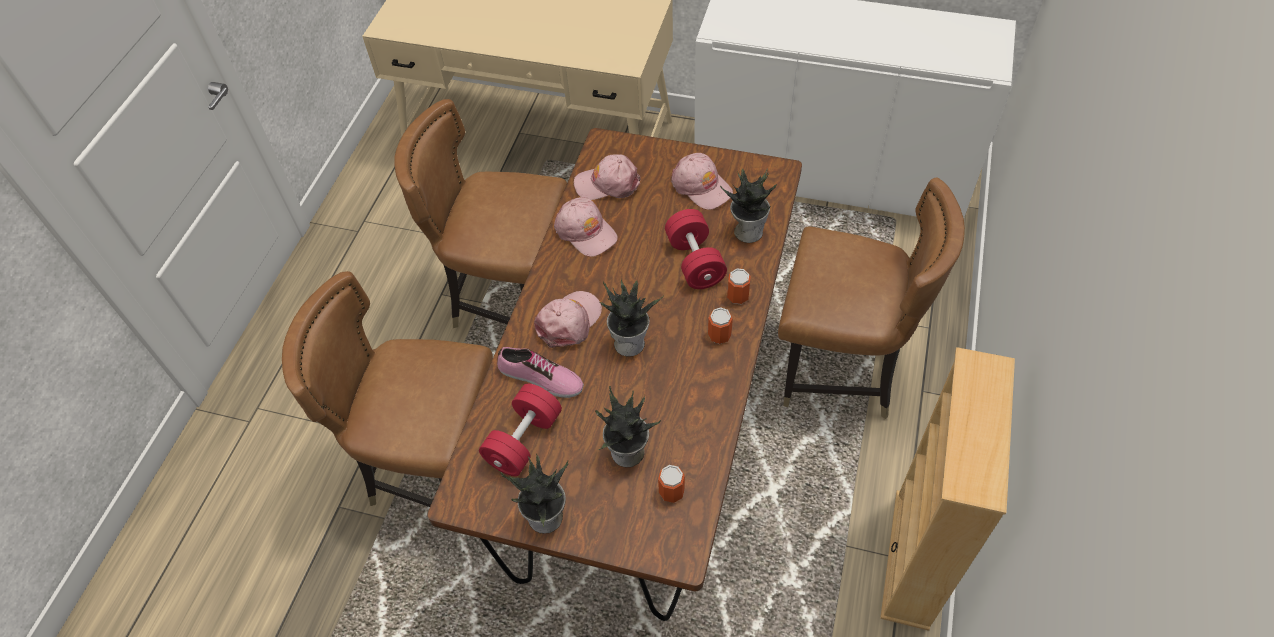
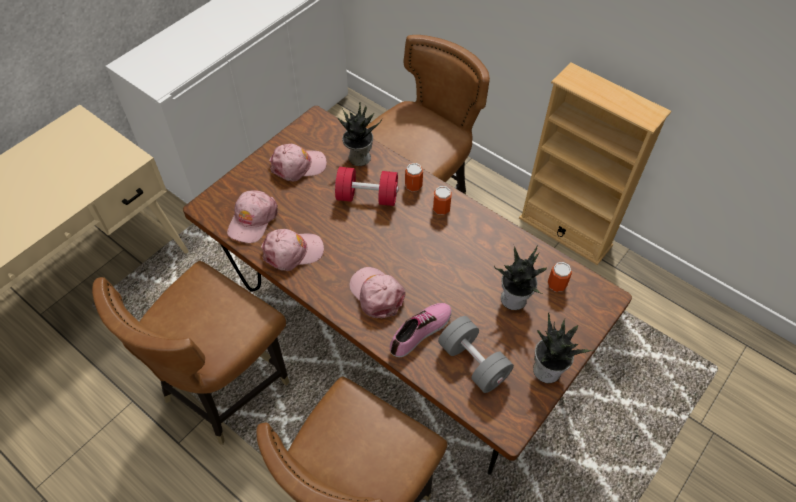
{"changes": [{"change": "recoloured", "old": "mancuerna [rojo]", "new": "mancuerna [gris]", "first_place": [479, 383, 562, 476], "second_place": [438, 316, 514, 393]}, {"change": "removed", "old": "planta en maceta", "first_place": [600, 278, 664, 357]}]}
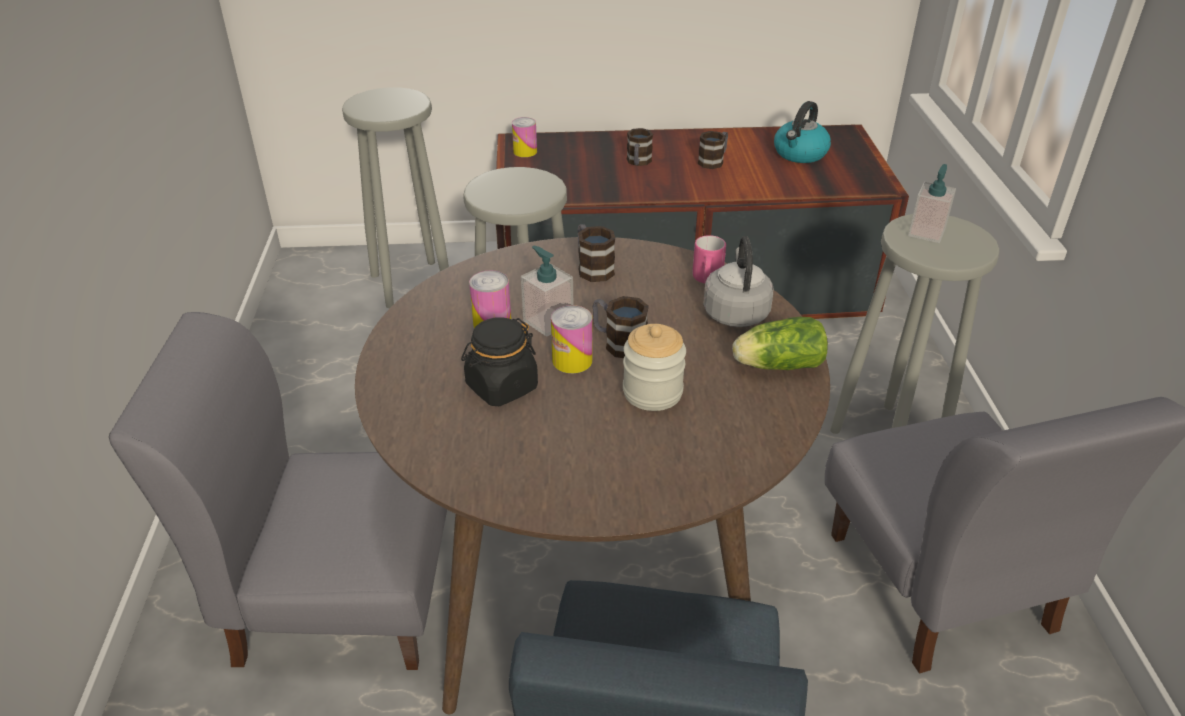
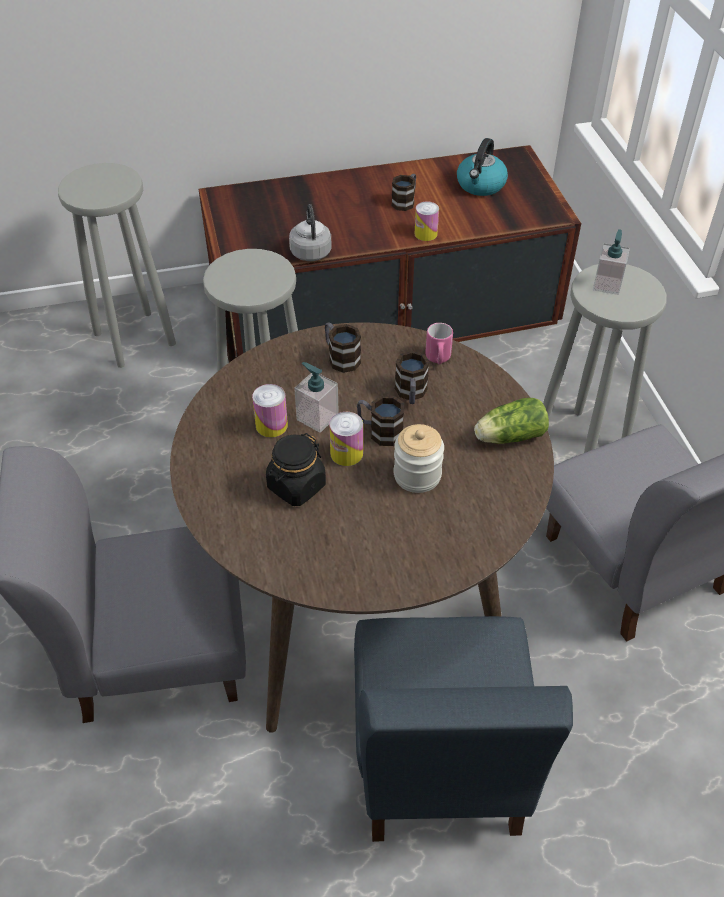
{"changes": [{"change": "moved", "old": "hervidor [gris]", "first_place": [703, 236, 773, 327], "second_place": [289, 204, 331, 261]}, {"change": "moved", "old": "taza grande", "first_place": [627, 128, 653, 166], "second_place": [395, 351, 429, 404]}, {"change": "moved", "old": "lata", "first_place": [512, 117, 537, 157], "second_place": [415, 201, 439, 241]}]}
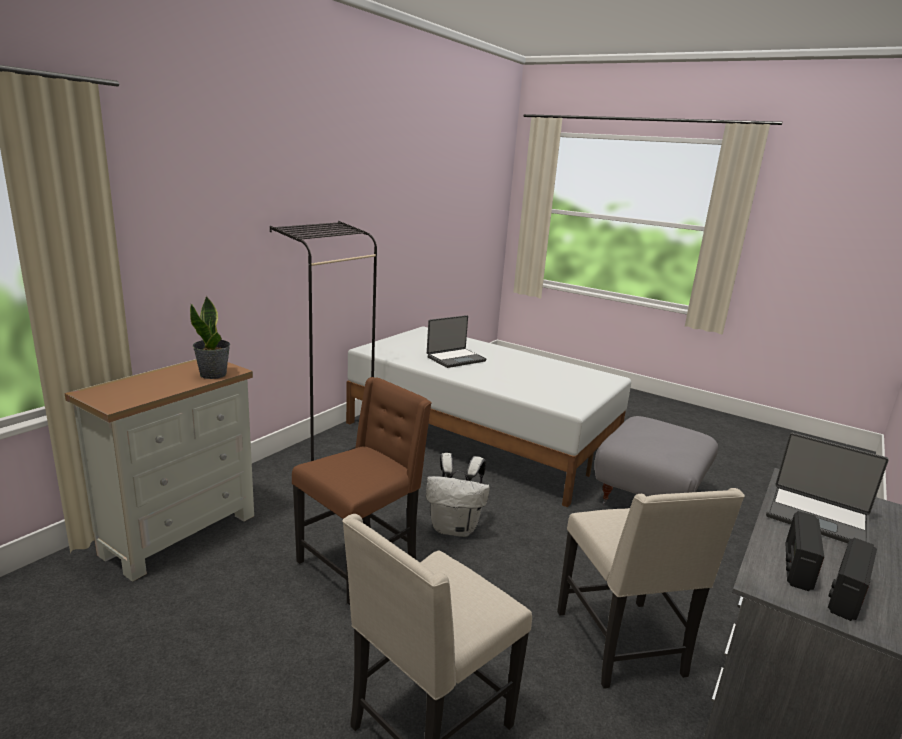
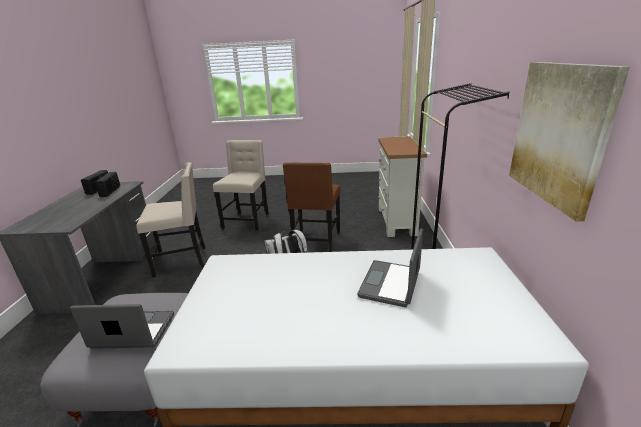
{"changes": [{"change": "moved", "old": "portátil", "first_place": [766, 433, 889, 543], "second_place": [70, 304, 174, 349]}, {"change": "turned", "old": "silla [beis]", "first_place": [557, 488, 745, 689], "second_place": [136, 162, 206, 277], "degrees": 120}, {"change": "added", "new": "cuadro", "second_place": [509, 62, 630, 221]}, {"change": "removed", "old": "planta en maceta", "first_place": [190, 296, 230, 379]}]}
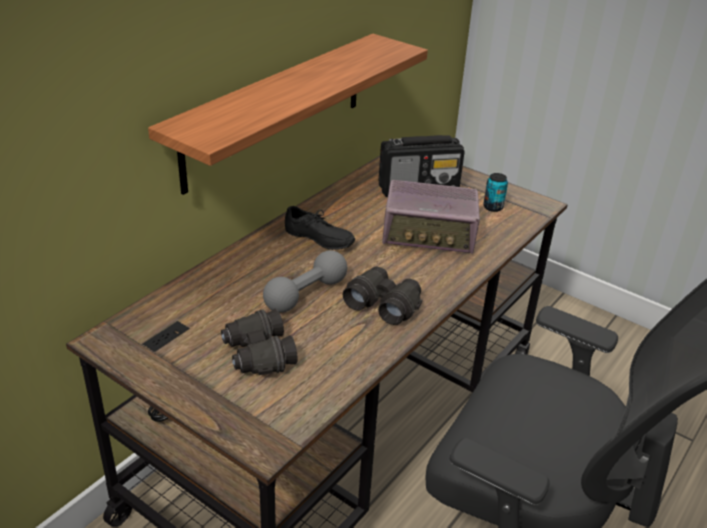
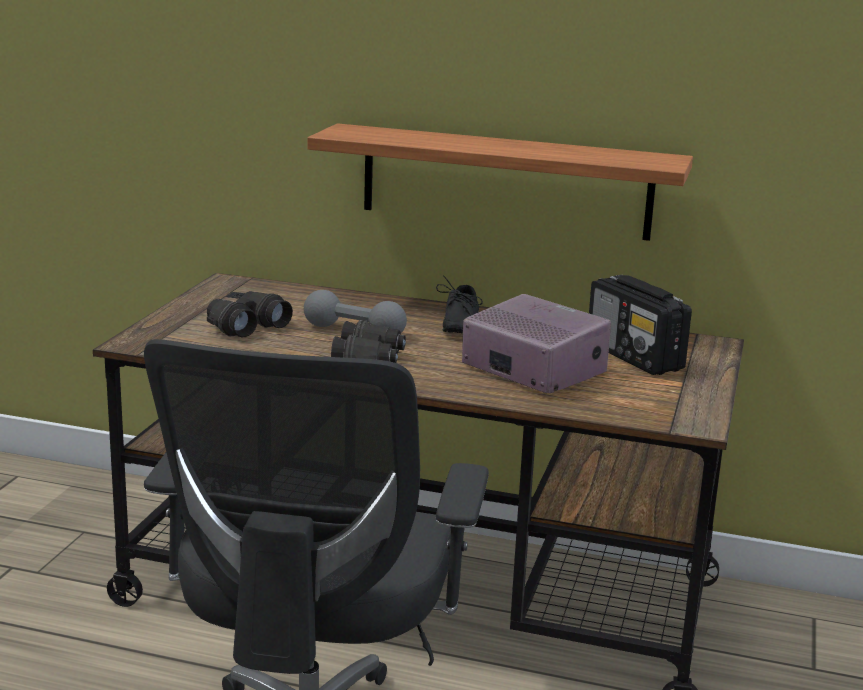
{"changes": [{"change": "turned", "old": "radio", "first_place": [382, 180, 480, 254], "second_place": [462, 294, 611, 393], "degrees": 150}, {"change": "removed", "old": "lata", "first_place": [483, 173, 508, 212]}]}
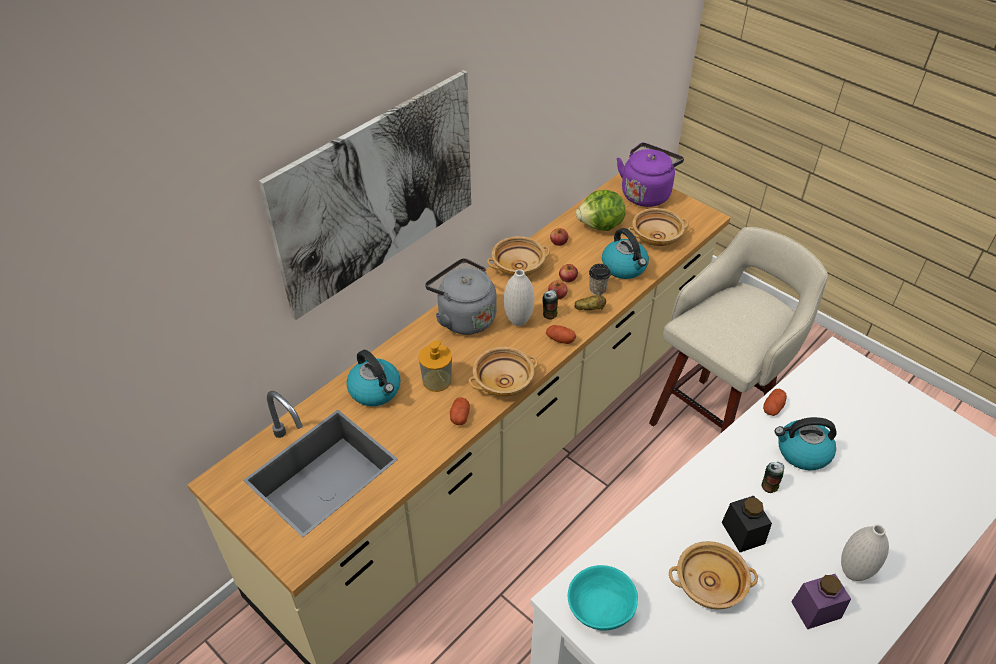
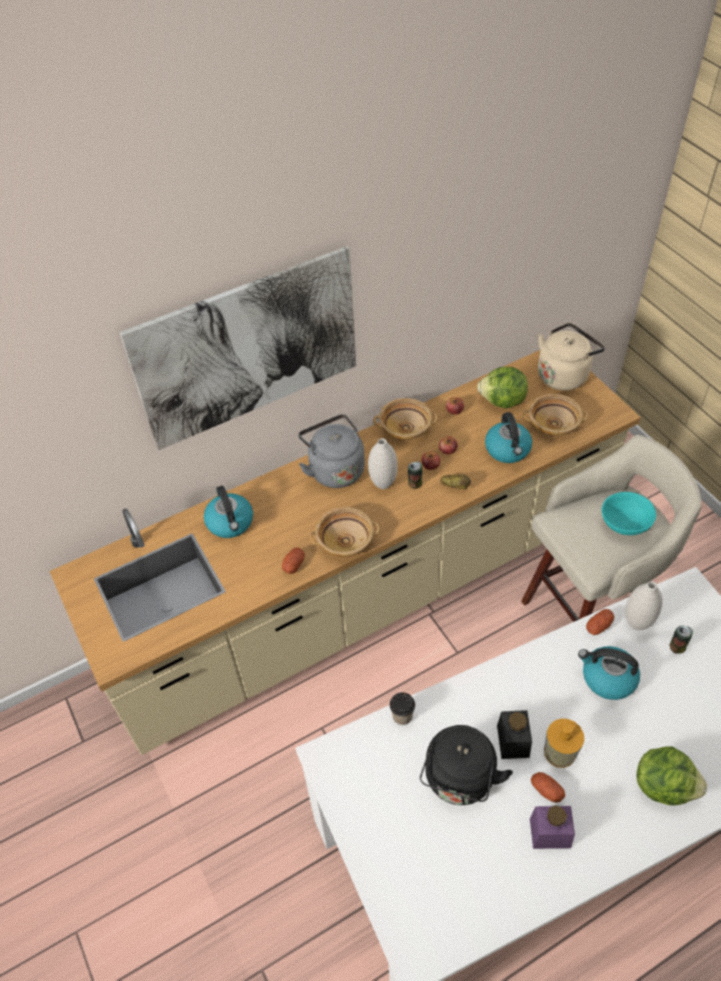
{"changes": [{"change": "moved", "old": "taza", "first_place": [589, 264, 611, 295], "second_place": [390, 692, 415, 725]}, {"change": "replaced", "old": "cuenco [beis]", "new": "hervidor [negro]", "first_place": [669, 541, 758, 609], "second_place": [419, 725, 513, 805]}, {"change": "moved", "old": "patata", "first_place": [546, 325, 576, 344], "second_place": [531, 772, 565, 803]}, {"change": "recoloured", "old": "hervidor [morado]", "new": "hervidor [beis]", "first_place": [617, 143, 684, 207], "second_place": [538, 323, 605, 391]}, {"change": "moved", "old": "dispensador de jabón", "first_place": [418, 340, 452, 392], "second_place": [544, 718, 584, 768]}, {"change": "moved", "old": "cuenco [turquesa]", "first_place": [568, 565, 638, 631], "second_place": [602, 492, 656, 535]}, {"change": "moved", "old": "florero [blanco]", "first_place": [841, 525, 889, 581], "second_place": [625, 581, 663, 630]}, {"change": "added", "new": "lechuga", "second_place": [636, 746, 707, 806]}, {"change": "moved", "old": "lata", "first_place": [762, 462, 784, 493], "second_place": [669, 626, 693, 654]}]}
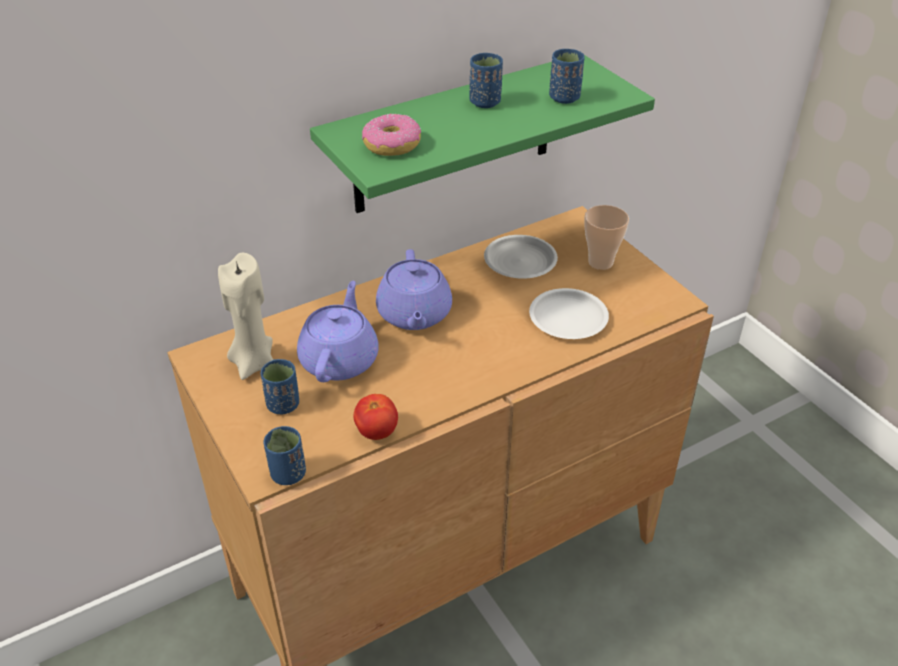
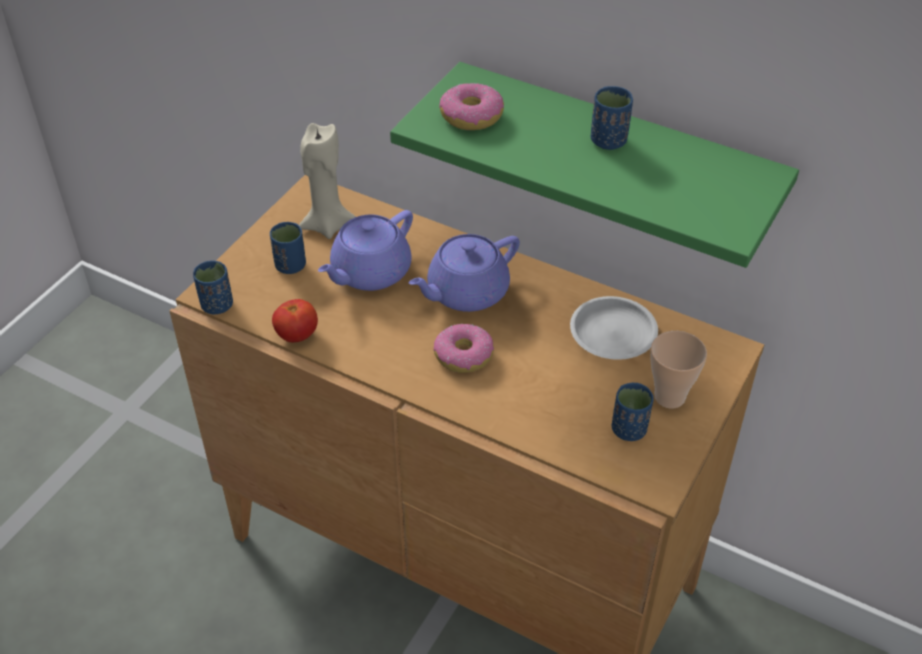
{"changes": [{"change": "turned", "old": "tetera [morado]", "first_place": [297, 281, 379, 382], "second_place": [318, 210, 413, 291], "degrees": 150}, {"change": "added", "new": "rosquilla", "second_place": [433, 324, 494, 373]}, {"change": "moved", "old": "taza [azul]", "first_place": [549, 49, 585, 104], "second_place": [612, 382, 654, 441]}, {"change": "removed", "old": "plato [blanco]", "first_place": [529, 288, 609, 339]}]}
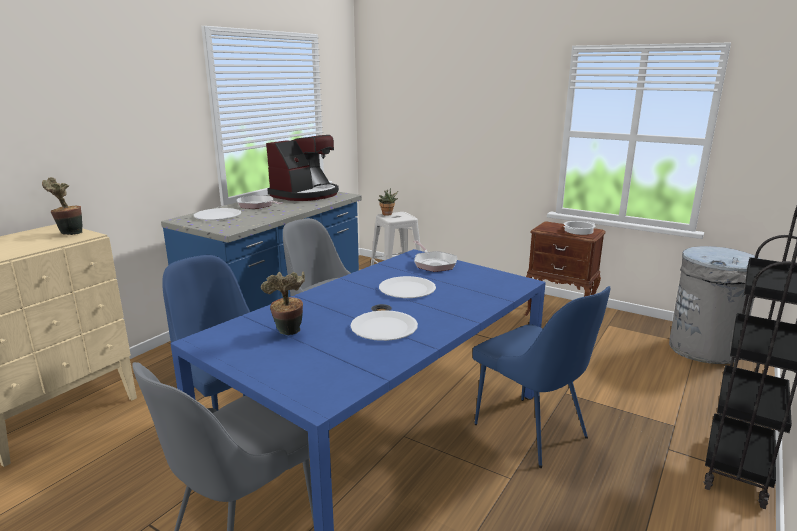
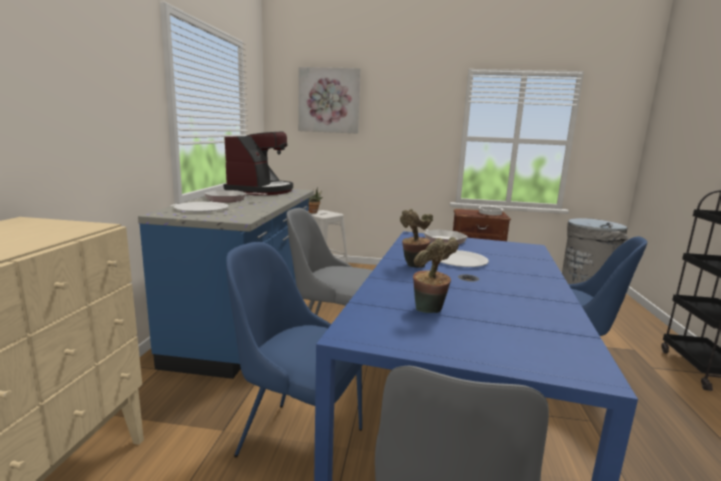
{"changes": [{"change": "added", "new": "cuadro", "second_place": [298, 67, 360, 134]}, {"change": "moved", "old": "planta en maceta", "first_place": [42, 177, 83, 235], "second_place": [400, 209, 433, 268]}, {"change": "removed", "old": "plato [blanco]", "first_place": [350, 310, 418, 341]}]}
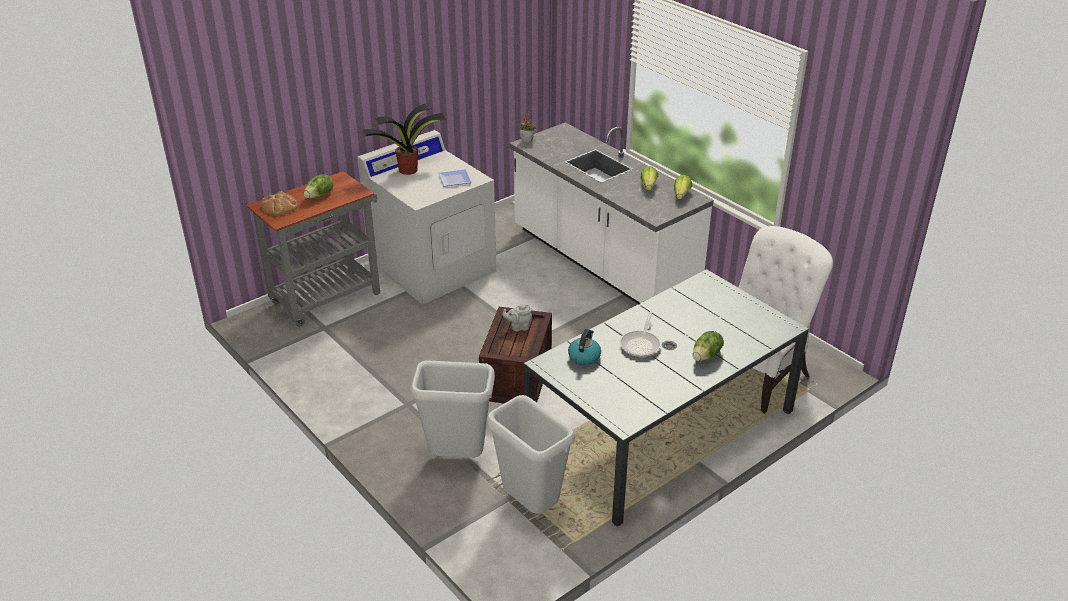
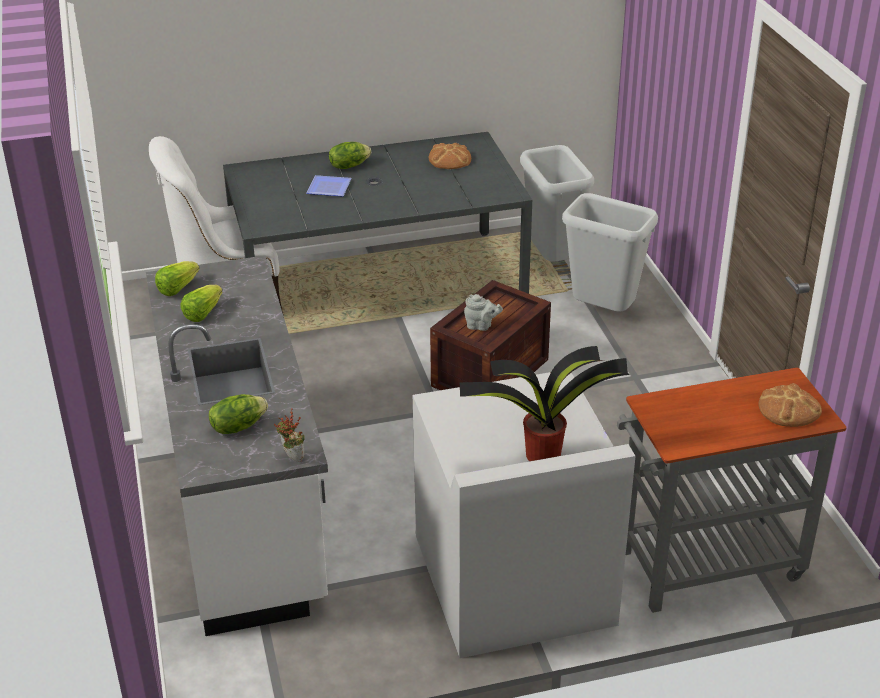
{"changes": [{"change": "moved", "old": "lechuga", "first_place": [304, 174, 333, 198], "second_place": [209, 394, 268, 434]}, {"change": "moved", "old": "plato", "first_place": [438, 170, 472, 187], "second_place": [306, 175, 352, 197]}, {"change": "added", "new": "pan", "second_place": [429, 143, 471, 169]}, {"change": "removed", "old": "hervidor", "first_place": [568, 329, 601, 365]}, {"change": "removed", "old": "sartén", "first_place": [620, 312, 661, 357]}]}
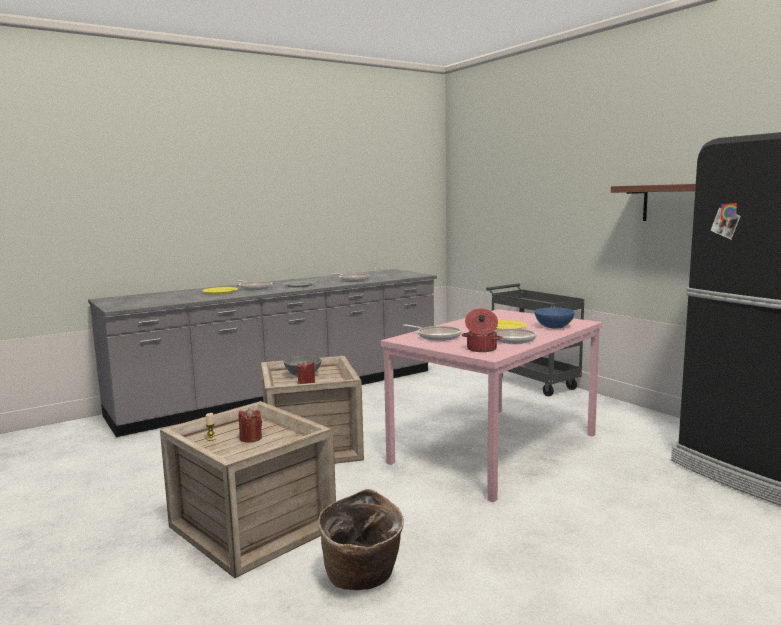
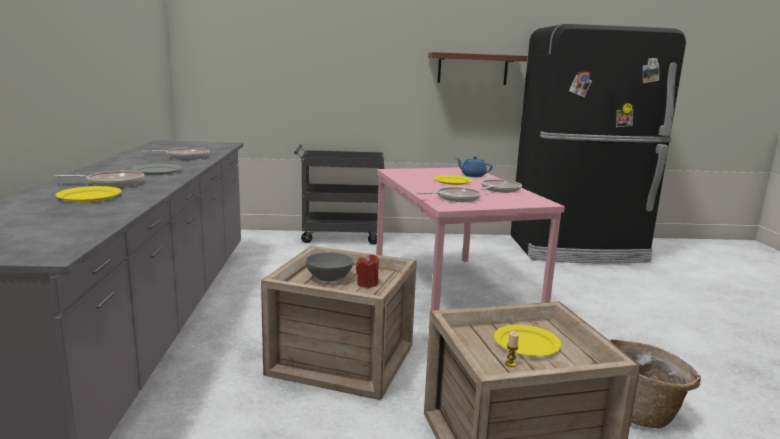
{"changes": [{"change": "replaced", "old": "cuenco [azul]", "new": "tetera [azul]", "first_place": [534, 308, 575, 328], "second_place": [456, 156, 492, 177]}, {"change": "replaced", "old": "vela [rojo]", "new": "plato [amarillo]", "first_place": [239, 408, 262, 443], "second_place": [494, 325, 562, 356]}, {"change": "removed", "old": "olla", "first_place": [462, 308, 502, 352]}]}
